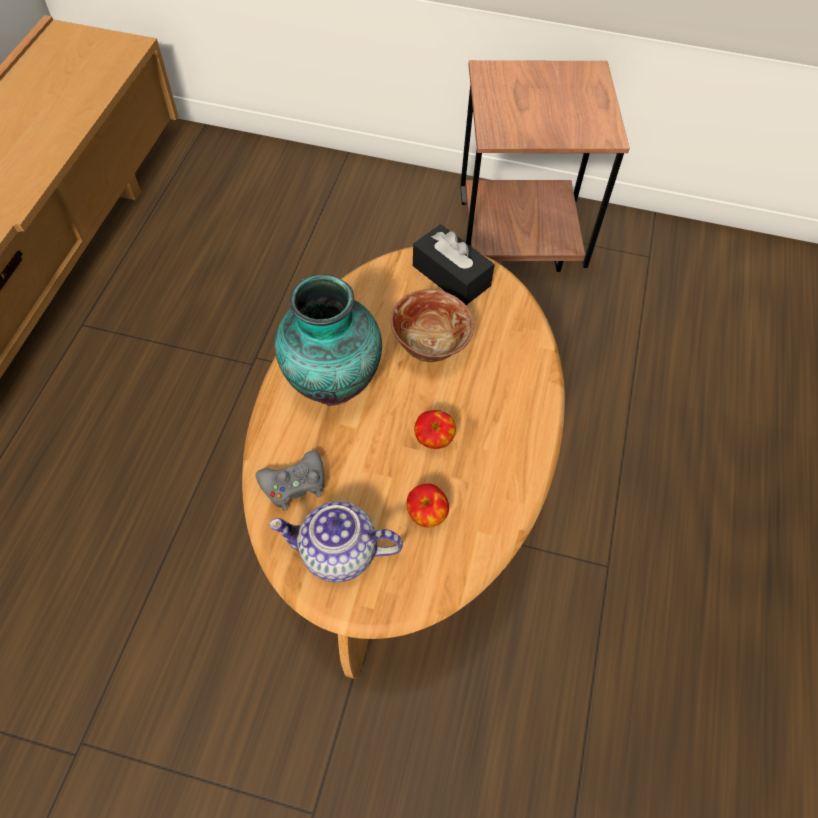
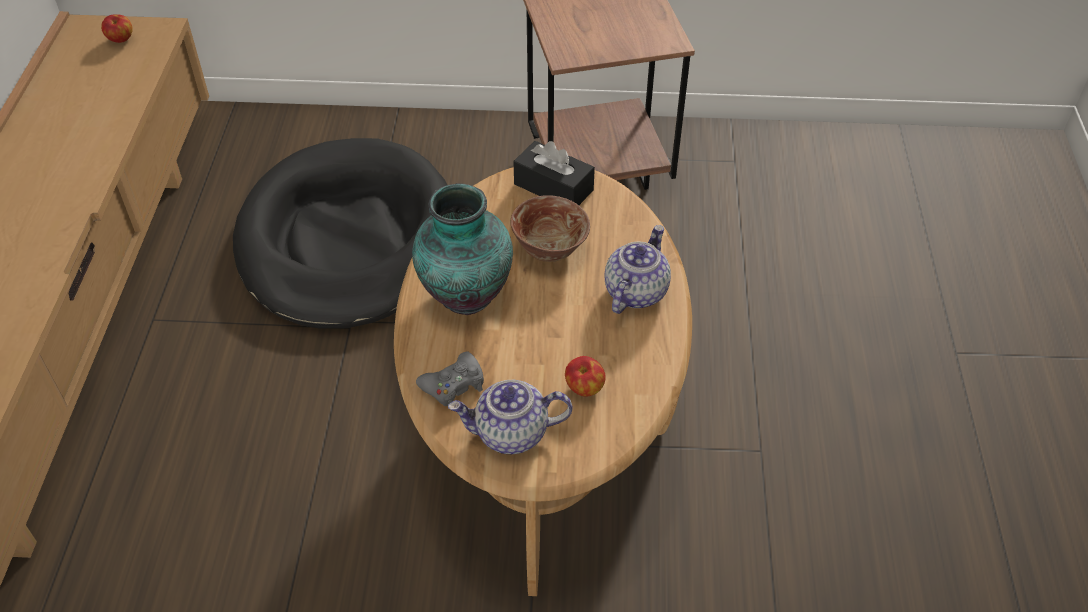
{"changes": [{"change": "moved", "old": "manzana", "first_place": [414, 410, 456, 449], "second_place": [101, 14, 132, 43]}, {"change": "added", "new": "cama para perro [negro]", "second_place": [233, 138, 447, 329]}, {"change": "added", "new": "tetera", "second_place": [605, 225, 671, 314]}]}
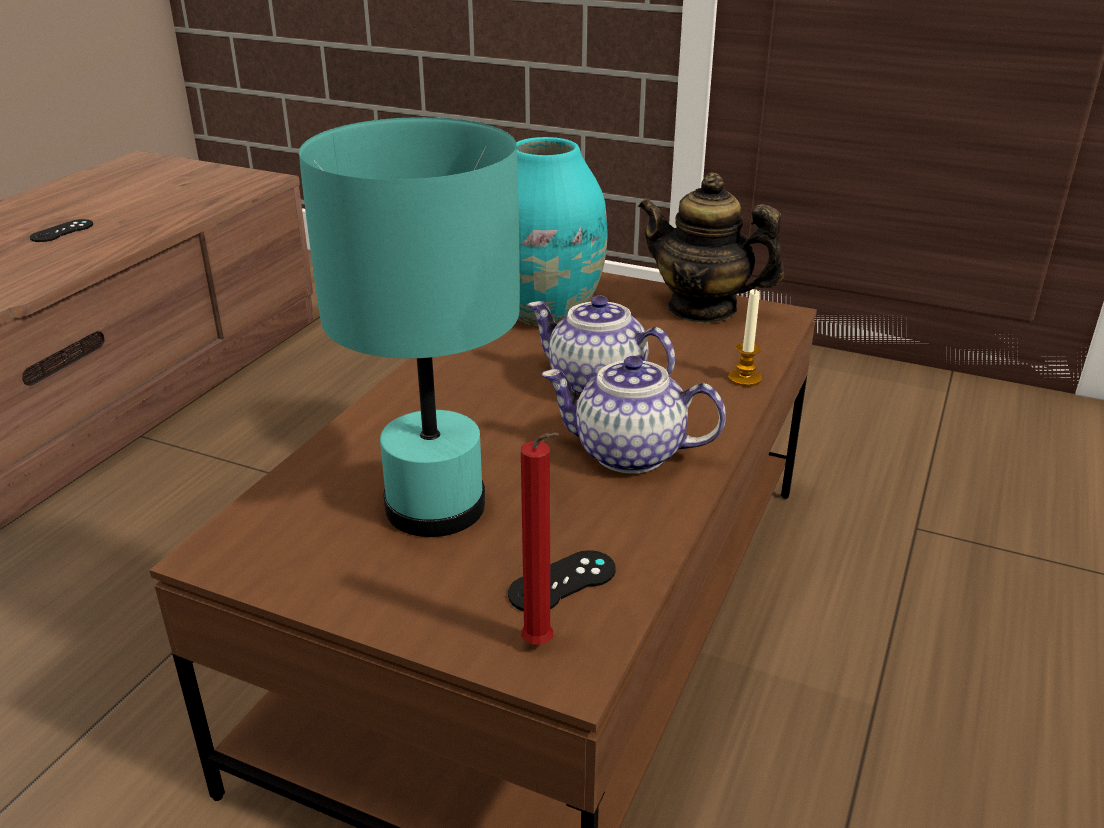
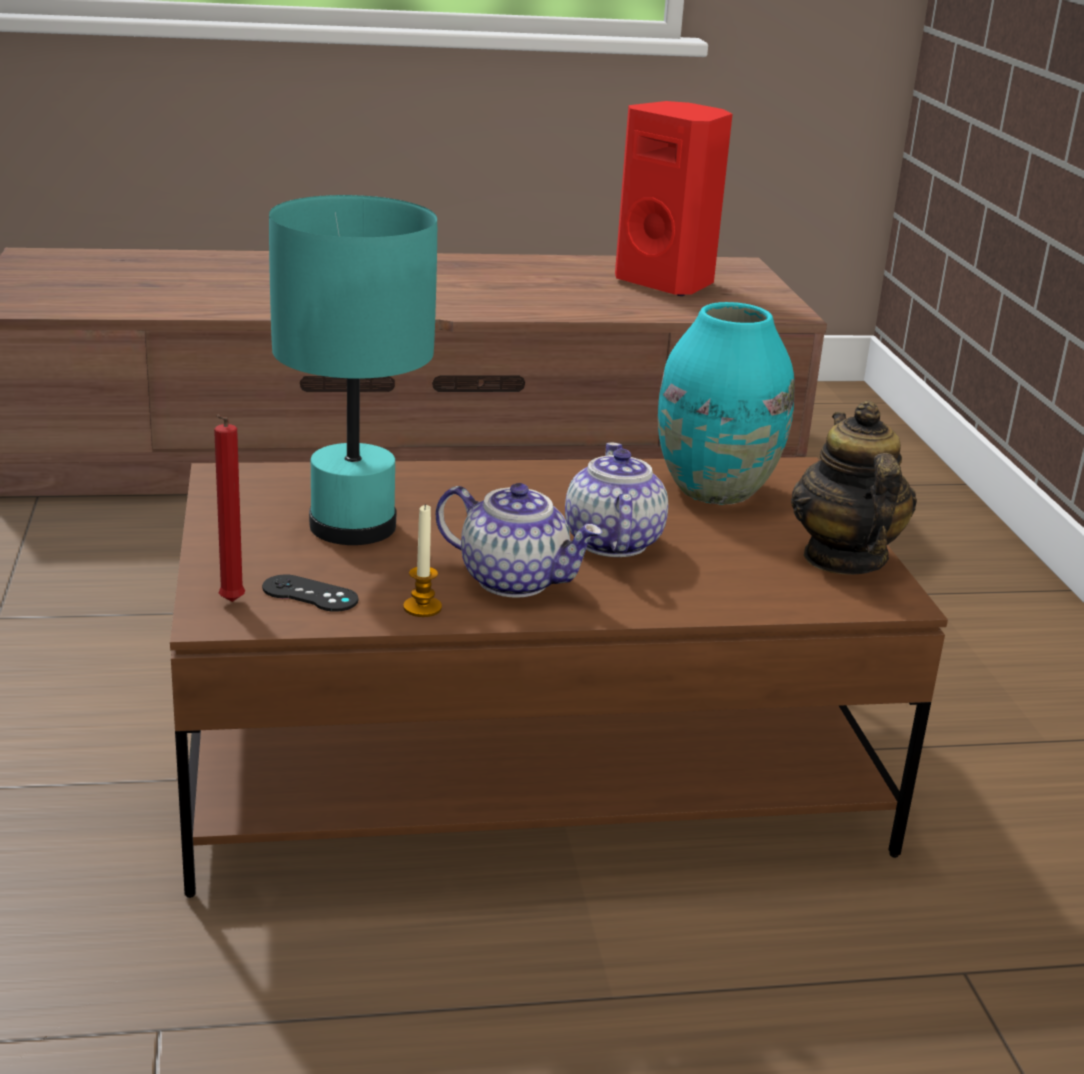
{"changes": [{"change": "moved", "old": "vela", "first_place": [728, 288, 762, 387], "second_place": [403, 504, 442, 617]}, {"change": "turned", "old": "tetera", "first_place": [541, 356, 726, 474], "second_place": [436, 483, 602, 597], "degrees": 135}, {"change": "added", "new": "altavoz [rojo]", "second_place": [615, 101, 733, 296]}, {"change": "removed", "old": "mando de consola [negro]", "first_place": [30, 219, 93, 242]}]}
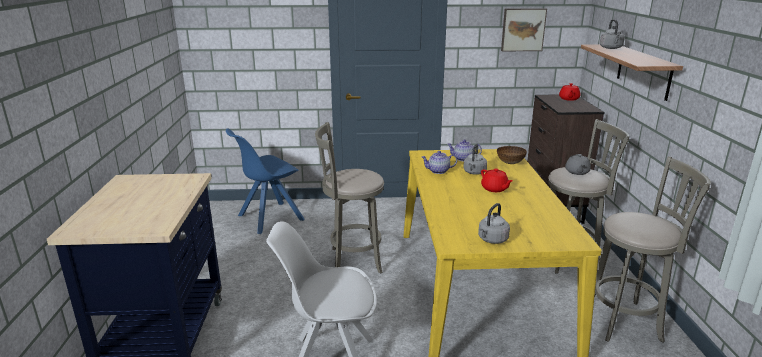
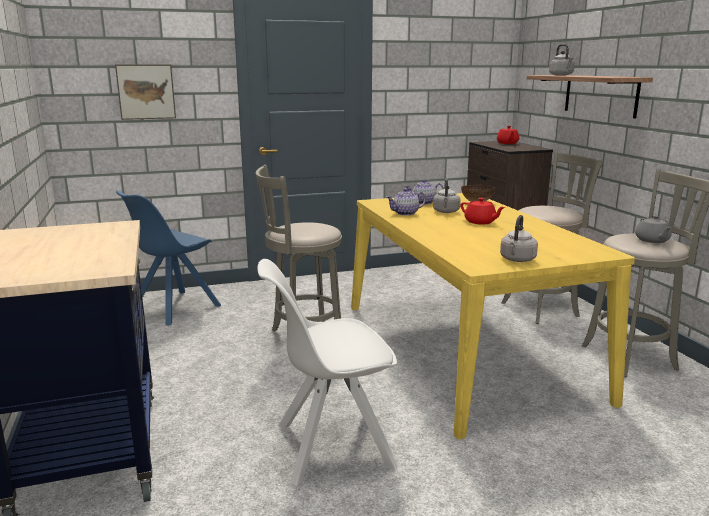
{"changes": [{"change": "moved", "old": "cuadro", "first_place": [501, 8, 547, 51], "second_place": [115, 65, 176, 120]}, {"change": "moved", "old": "tetera [gris]", "first_place": [565, 154, 591, 175], "second_place": [635, 215, 672, 243]}]}
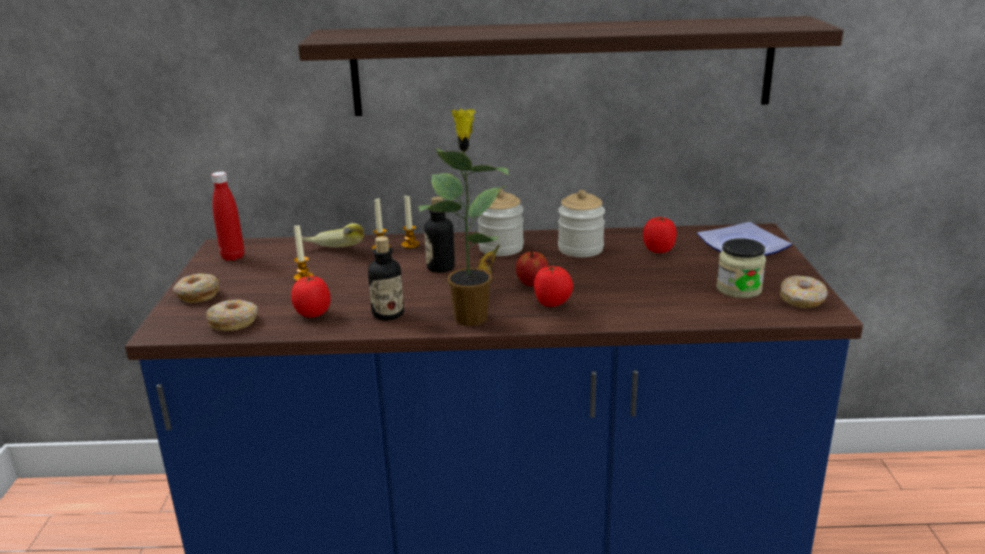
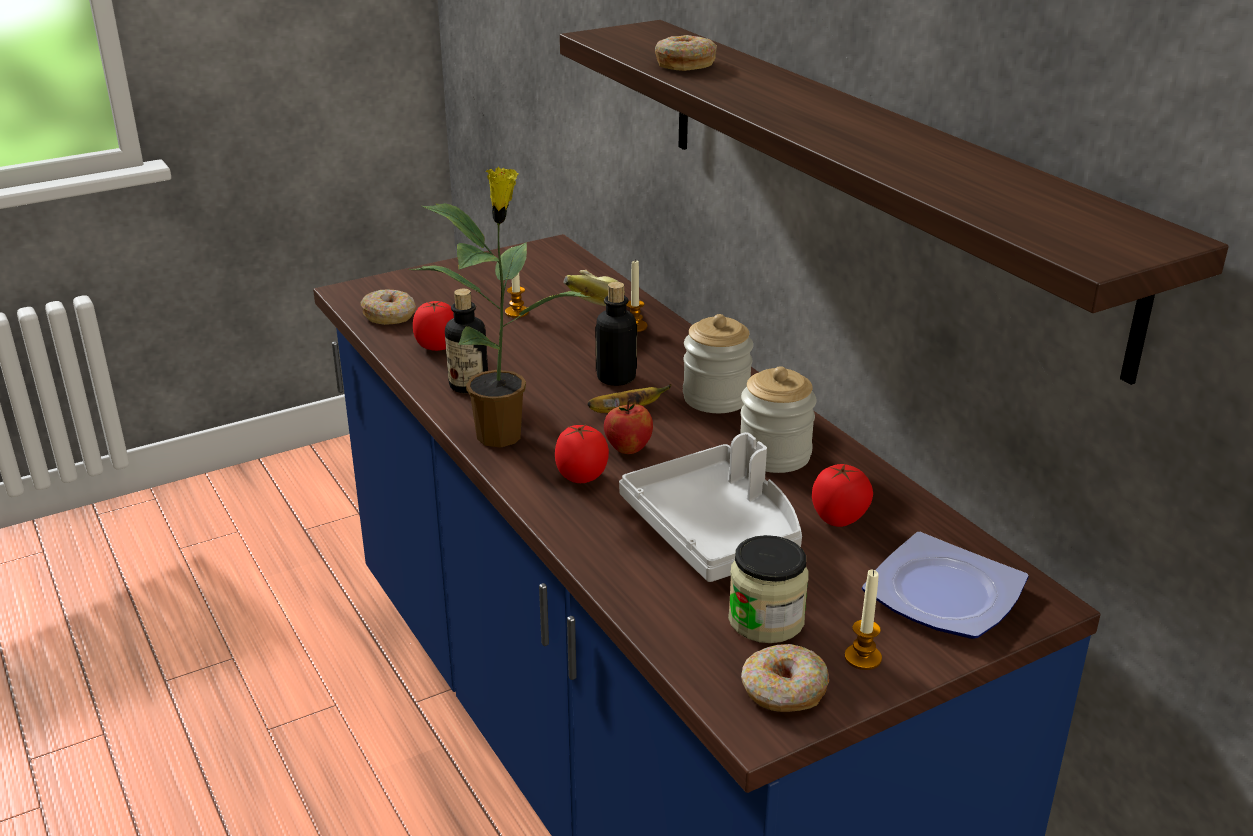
{"changes": [{"change": "added", "new": "bandeja [gris]", "second_place": [619, 432, 802, 582]}, {"change": "moved", "old": "rosquilla", "first_place": [173, 273, 219, 303], "second_place": [655, 35, 717, 71]}, {"change": "moved", "old": "vela", "first_place": [401, 196, 419, 249], "second_place": [845, 570, 882, 670]}, {"change": "removed", "old": "botella [rojo]", "first_place": [211, 171, 244, 261]}]}
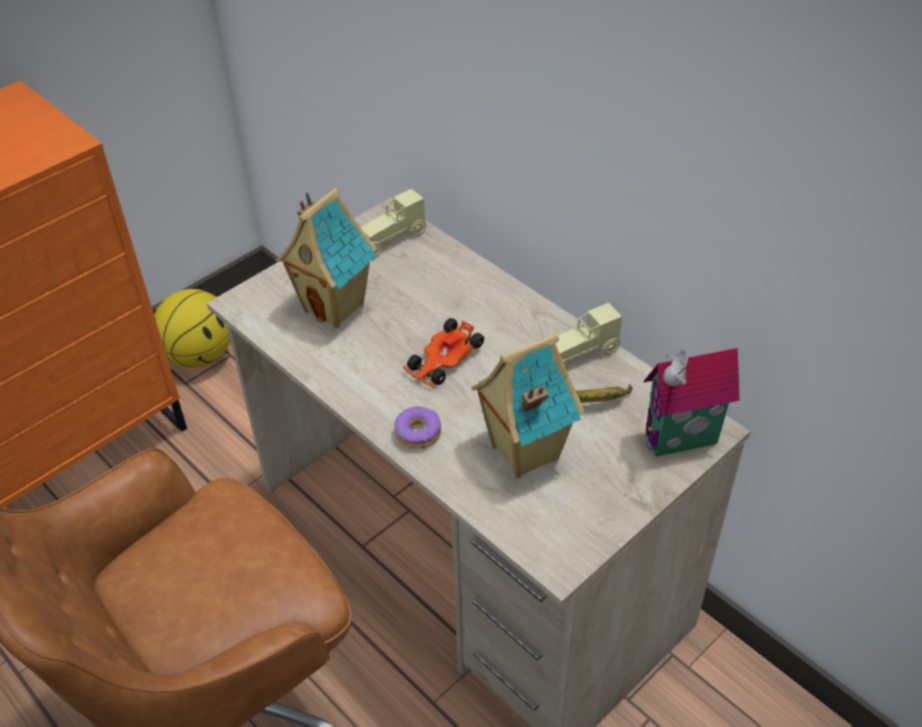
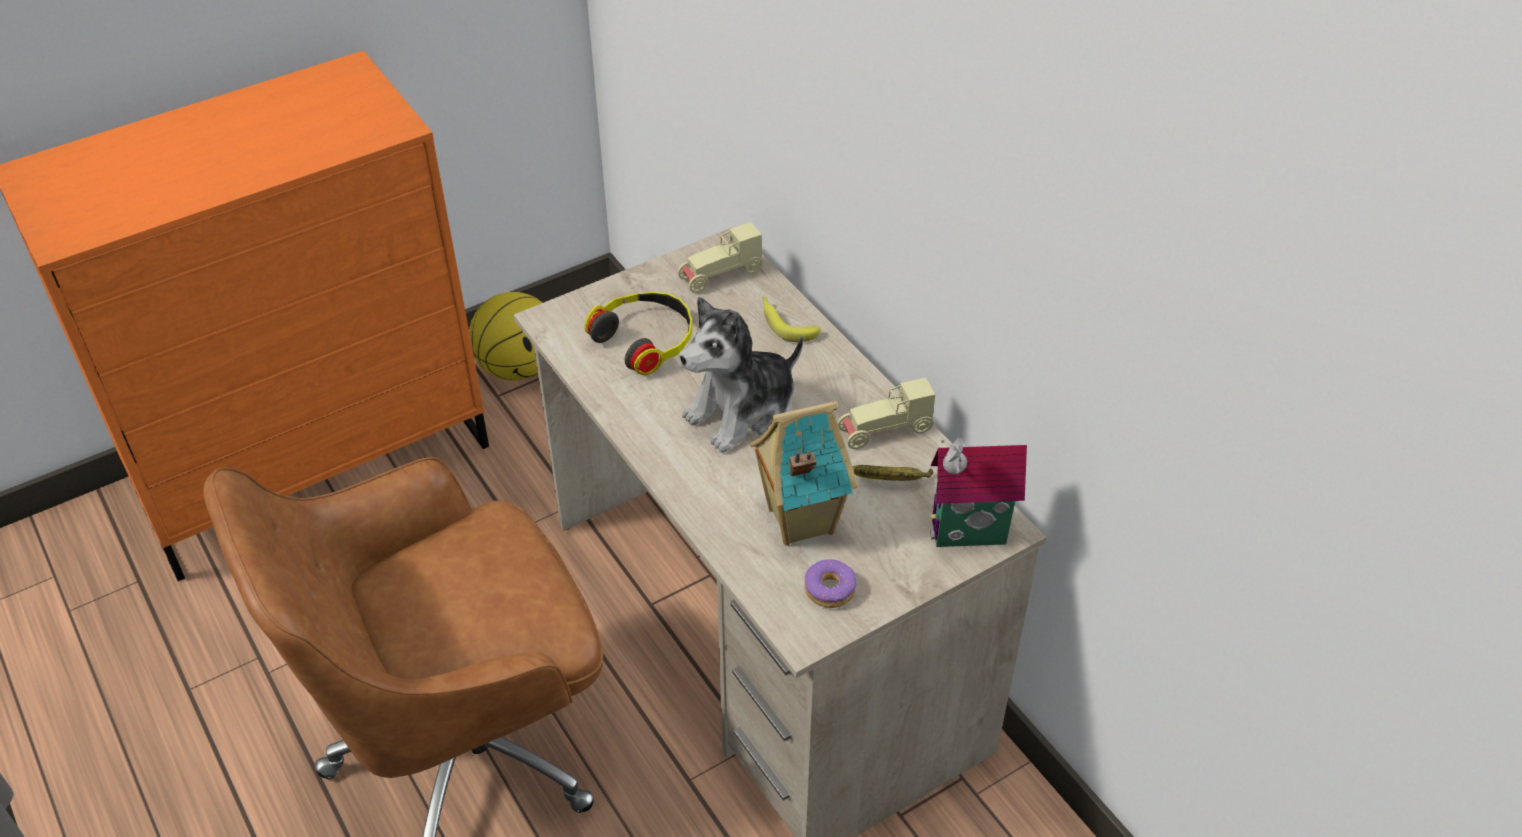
{"changes": [{"change": "replaced", "old": "casita", "new": "auriculares", "first_place": [276, 188, 377, 328], "second_place": [585, 292, 692, 375]}, {"change": "replaced", "old": "coche de juguete", "new": "peluche", "first_place": [403, 318, 484, 387], "second_place": [680, 297, 803, 453]}, {"change": "added", "new": "plátano", "second_place": [762, 296, 820, 342]}, {"change": "moved", "old": "rosquilla", "first_place": [394, 406, 441, 449], "second_place": [804, 559, 856, 608]}]}
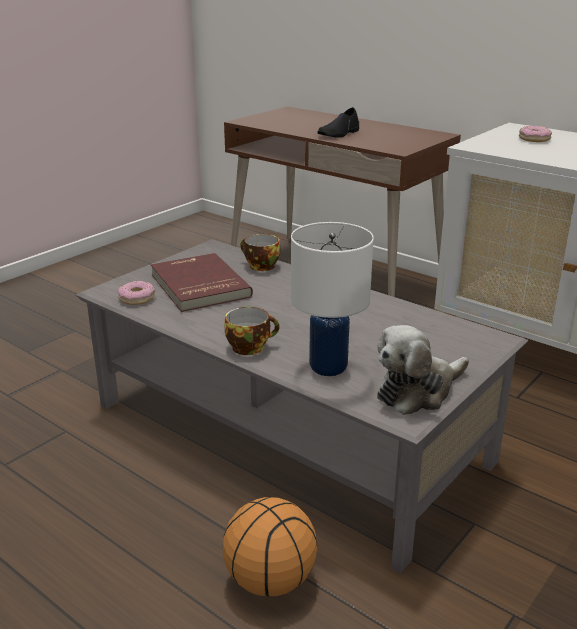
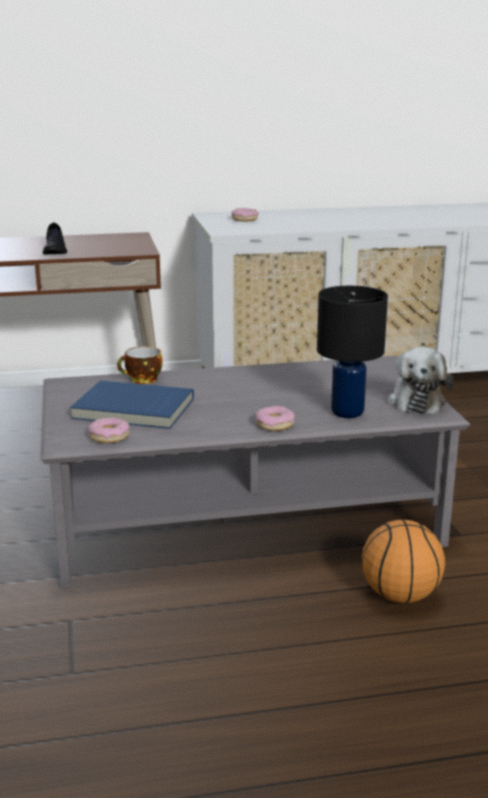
{"changes": [{"change": "recoloured", "old": "libro [rojo]", "new": "libro [azul]", "first_place": [151, 253, 253, 312], "second_place": [70, 380, 194, 429]}, {"change": "replaced", "old": "taza", "new": "rosquilla", "first_place": [224, 307, 280, 355], "second_place": [255, 406, 295, 431]}, {"change": "recoloured", "old": "lámpara de mesa [blanco]", "new": "lámpara de mesa [negro]", "first_place": [291, 222, 374, 376], "second_place": [317, 286, 388, 418]}]}
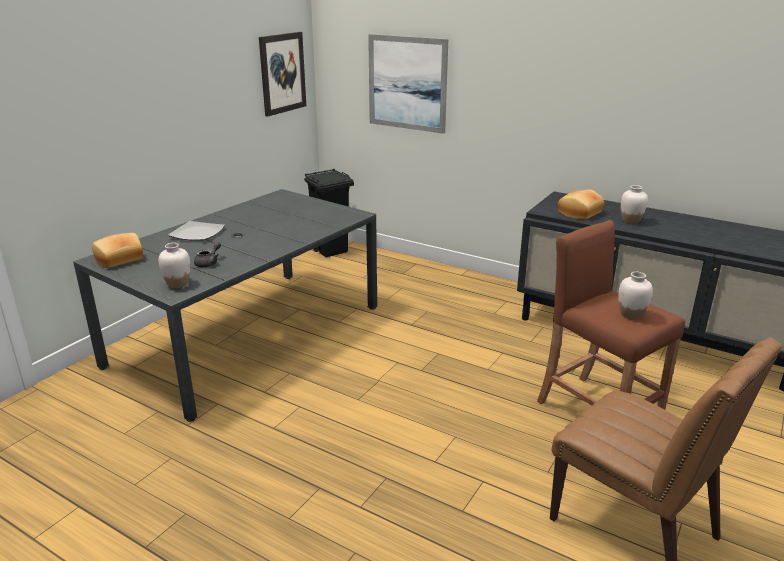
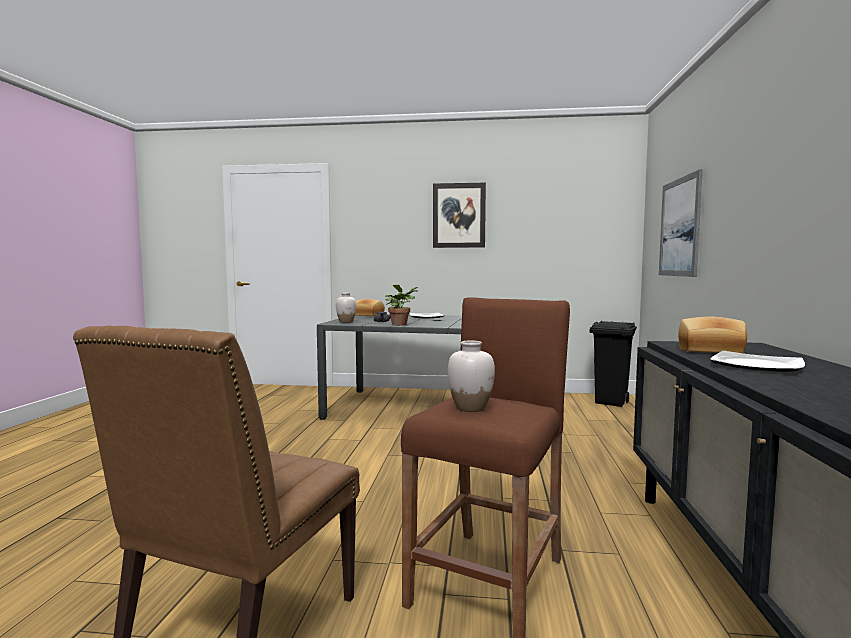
{"changes": [{"change": "added", "new": "planta en maceta", "second_place": [385, 285, 418, 326]}, {"change": "moved", "old": "cuadro", "first_place": [259, 32, 306, 117], "second_place": [433, 183, 486, 248]}, {"change": "replaced", "old": "florero [blanco]", "new": "plato", "first_place": [621, 185, 648, 224], "second_place": [710, 351, 805, 372]}]}
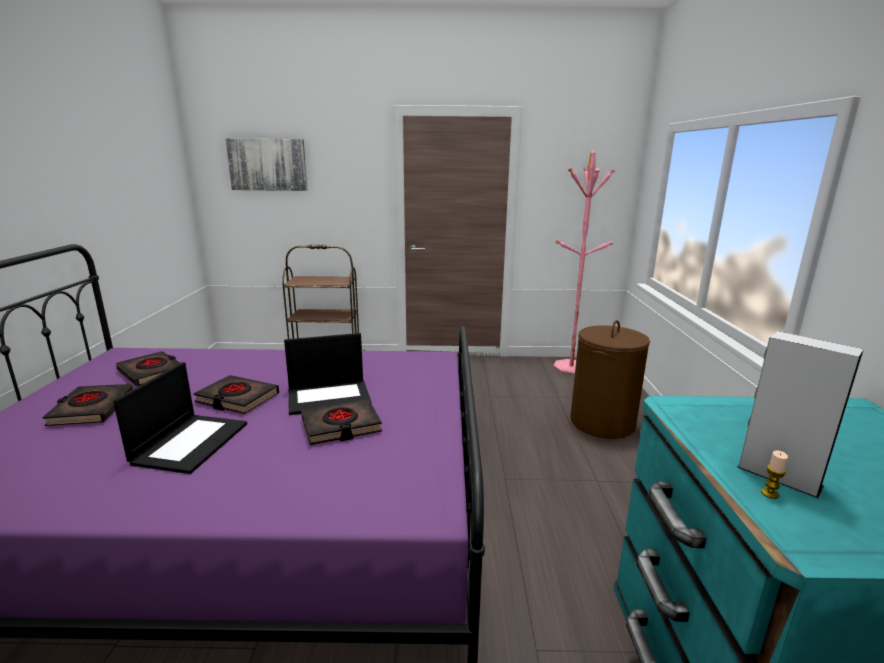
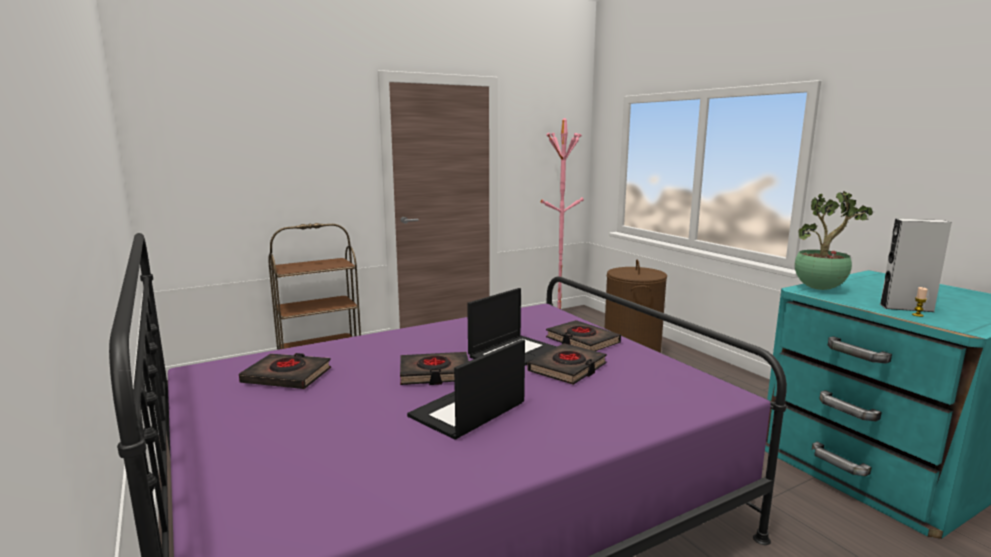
{"changes": [{"change": "turned", "old": "portátil", "first_place": [113, 362, 247, 474], "second_place": [407, 339, 525, 440], "degrees": -120}, {"change": "moved", "old": "libro [negro]", "first_place": [42, 384, 133, 426], "second_place": [546, 320, 621, 351]}, {"change": "added", "new": "planta en maceta", "second_place": [795, 191, 873, 290]}, {"change": "removed", "old": "cuadro", "first_place": [225, 138, 307, 191]}]}
